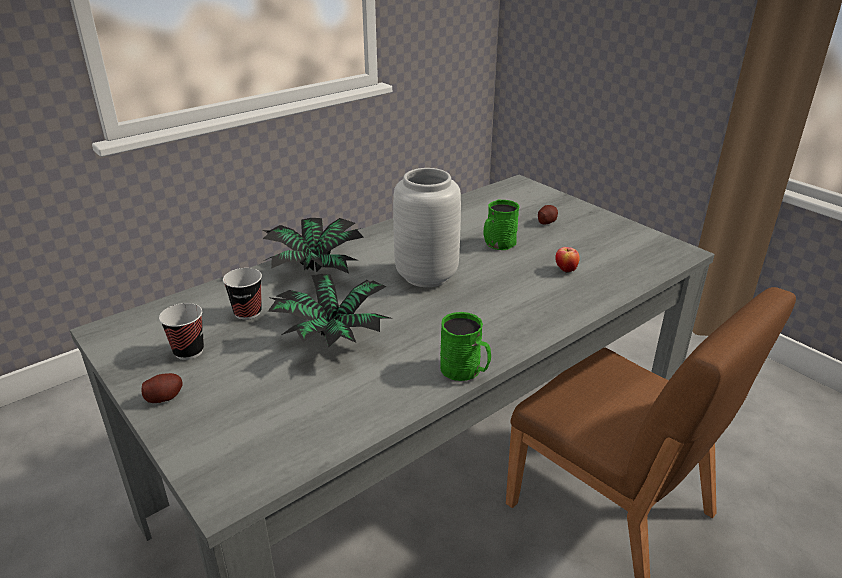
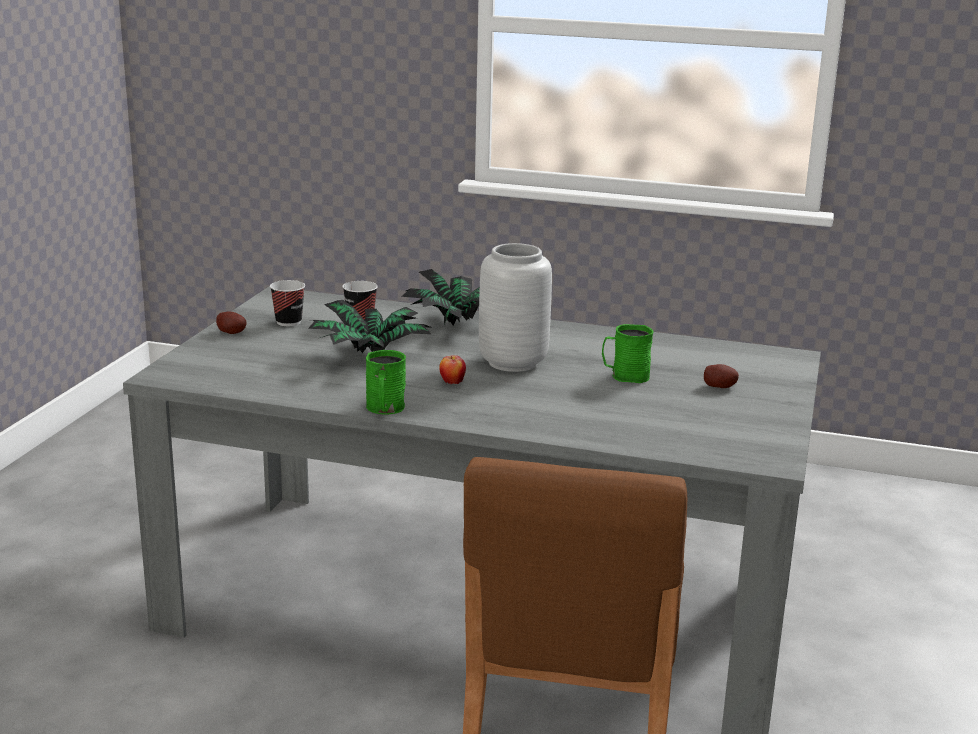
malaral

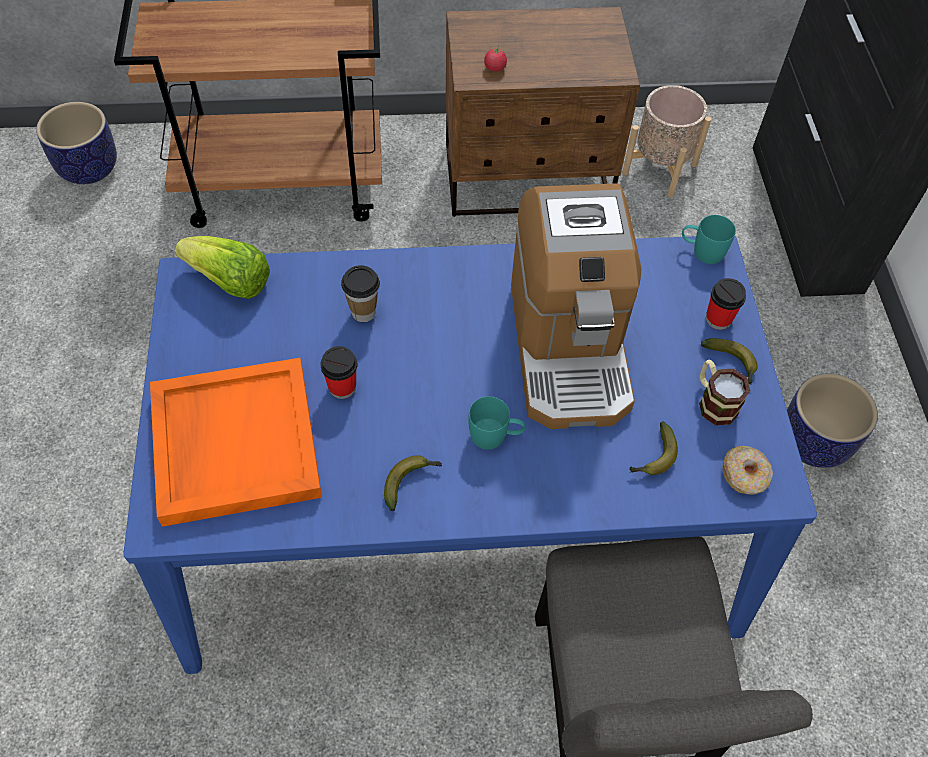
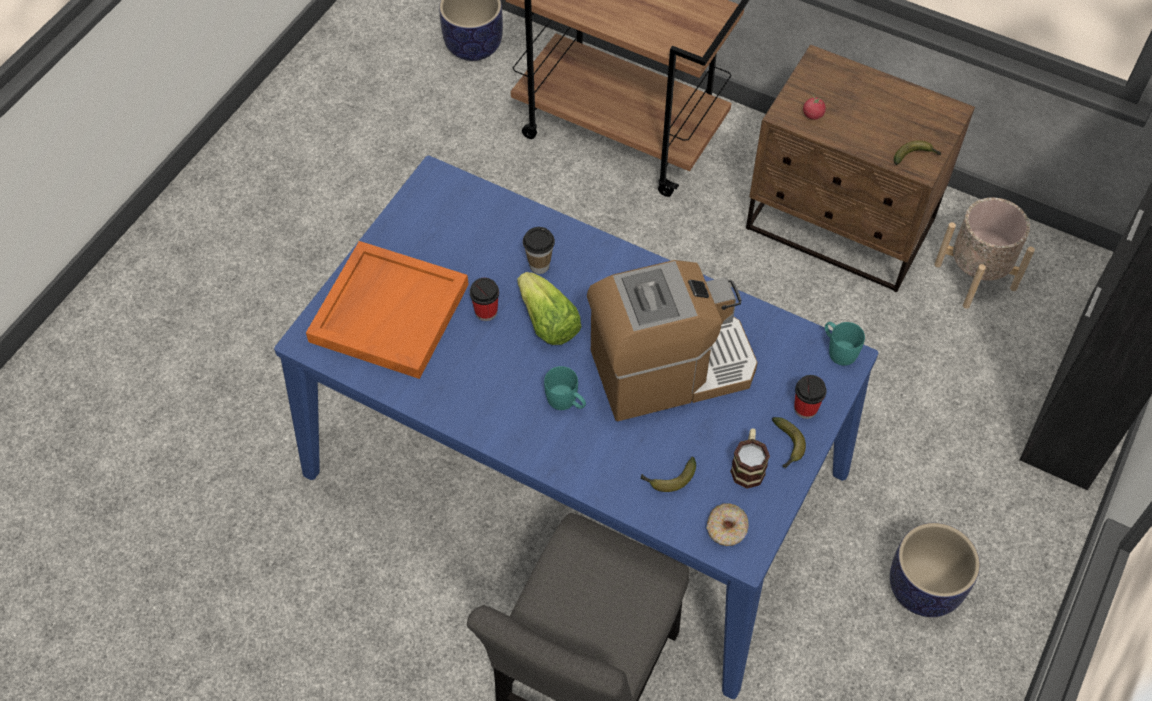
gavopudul
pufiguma (3rd from left)
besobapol

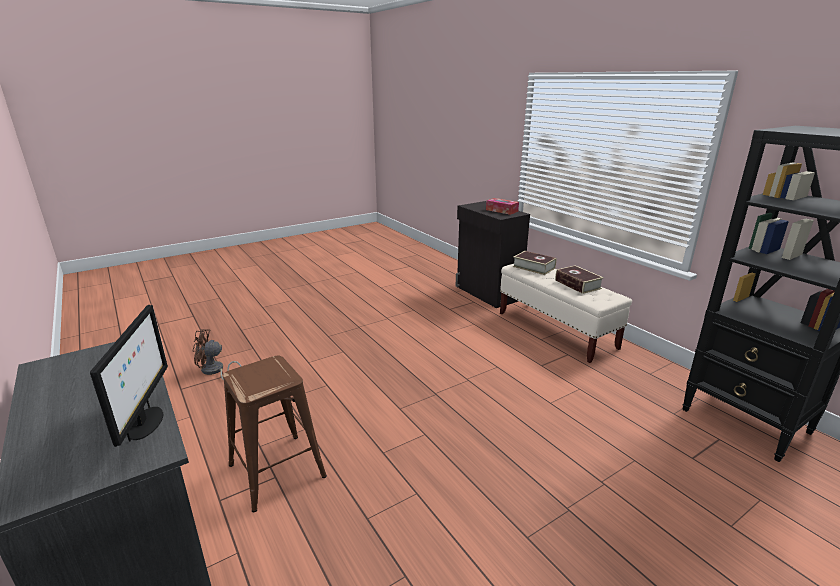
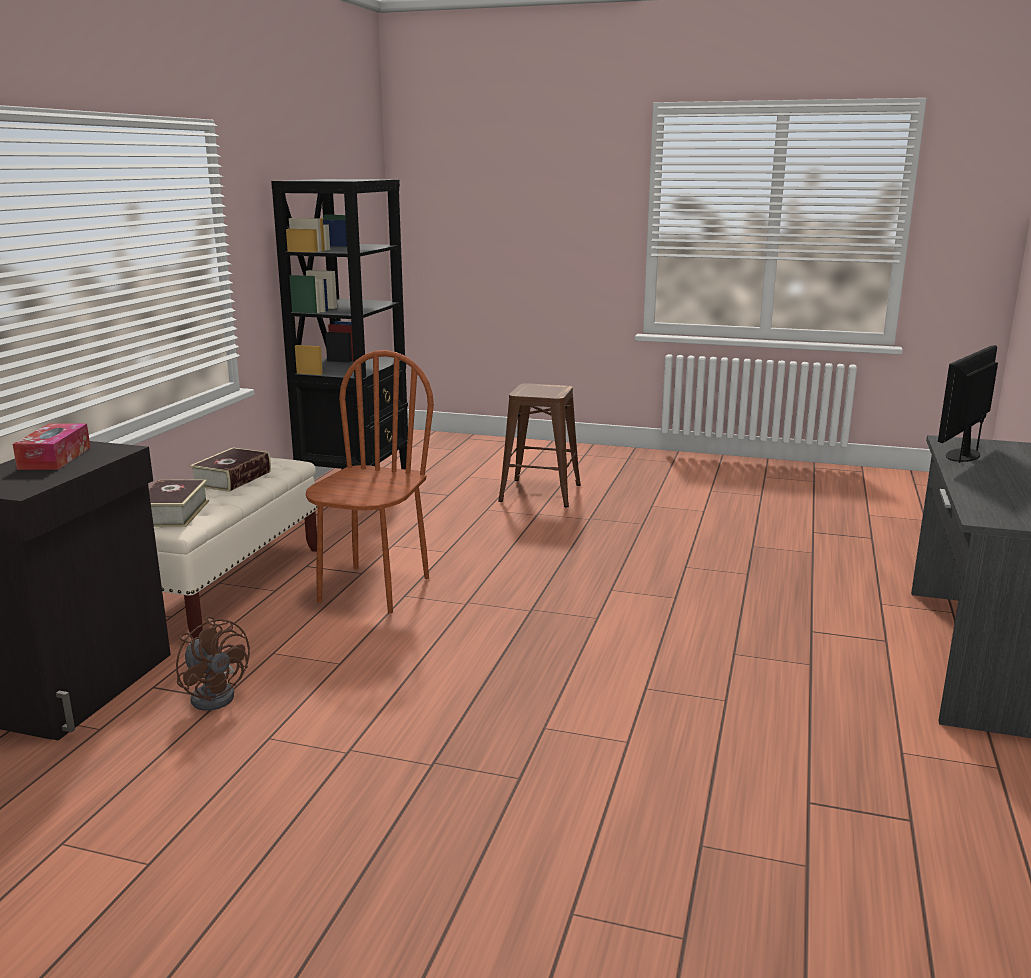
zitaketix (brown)
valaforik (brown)
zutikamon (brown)

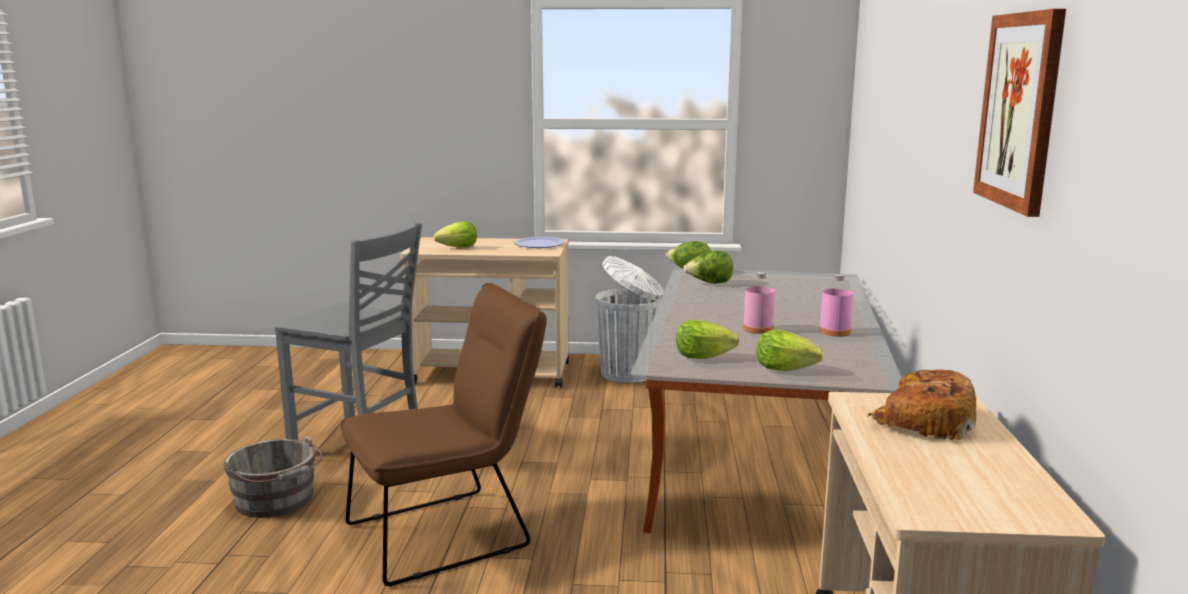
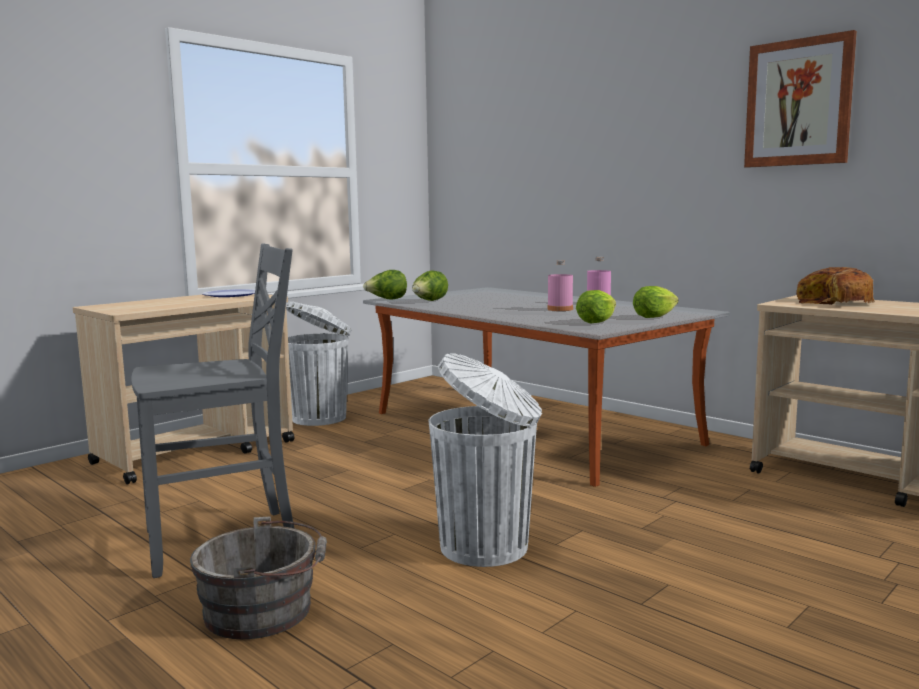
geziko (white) (2nd from left)
gavopudul (1st from left in the first image)

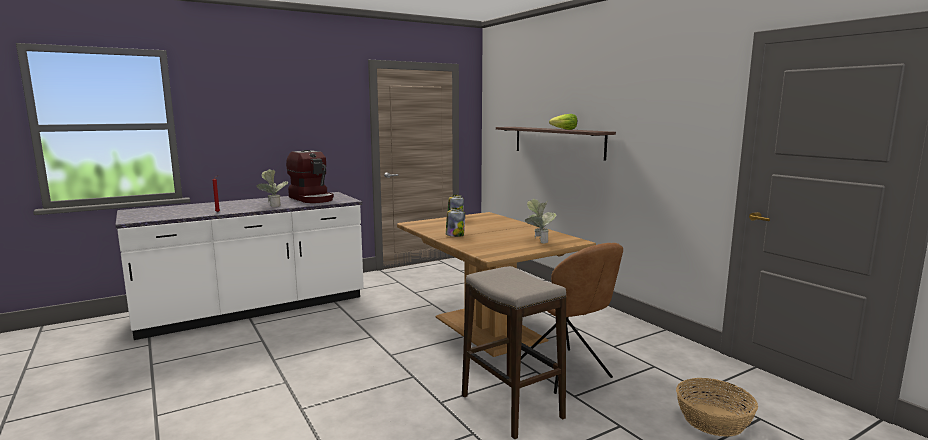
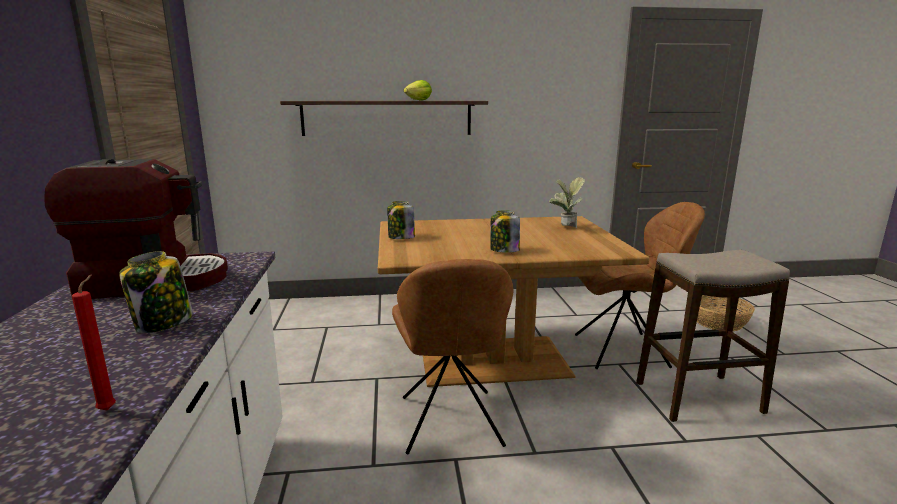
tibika (1st from left)
zutikamon (brown) (1st from left)

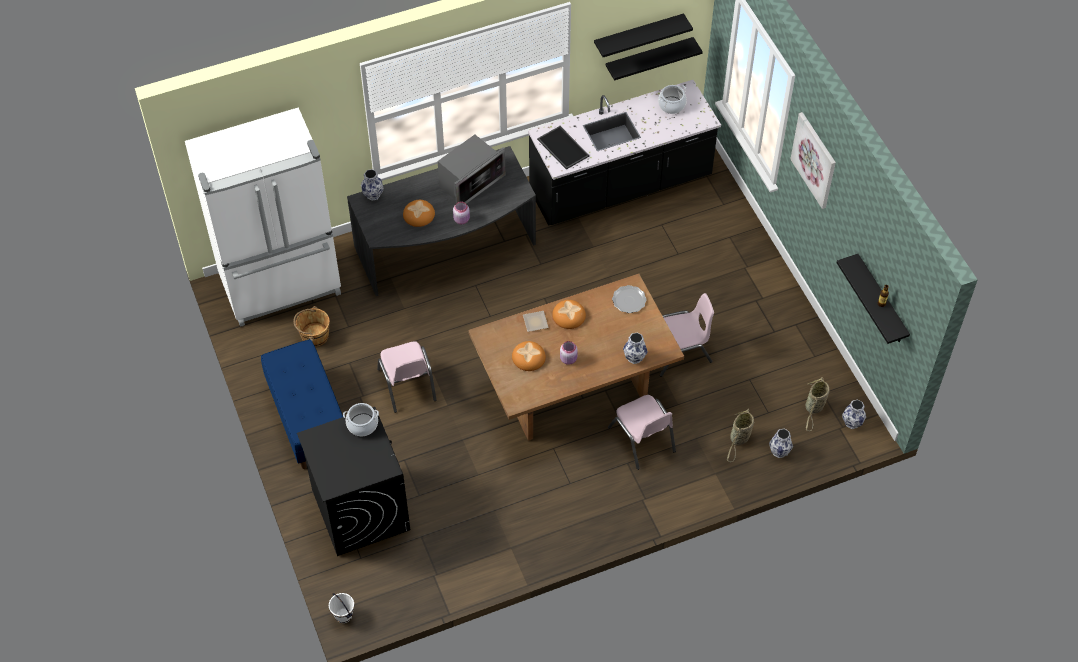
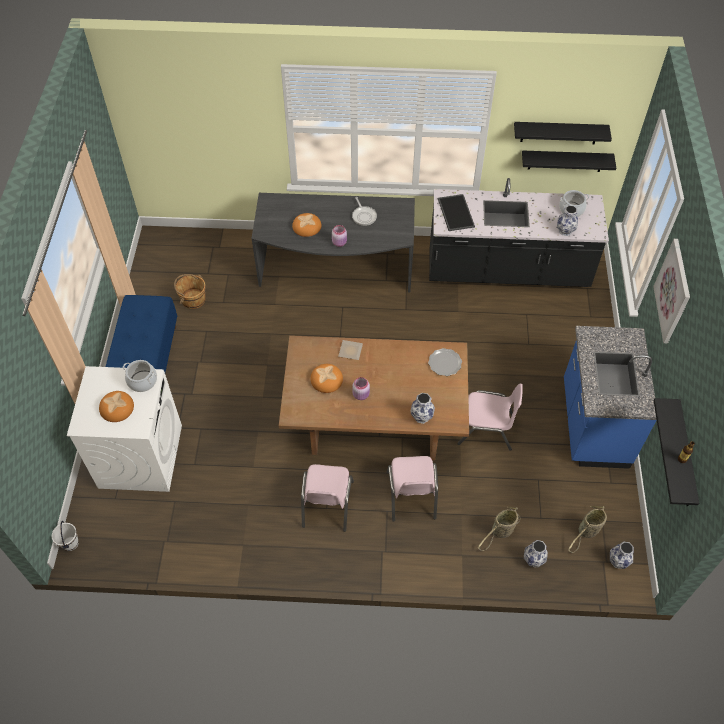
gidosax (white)
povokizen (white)
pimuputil (3rd from left)
zutikamon (pink) (1st from left)
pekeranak
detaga (1st from left)
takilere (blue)

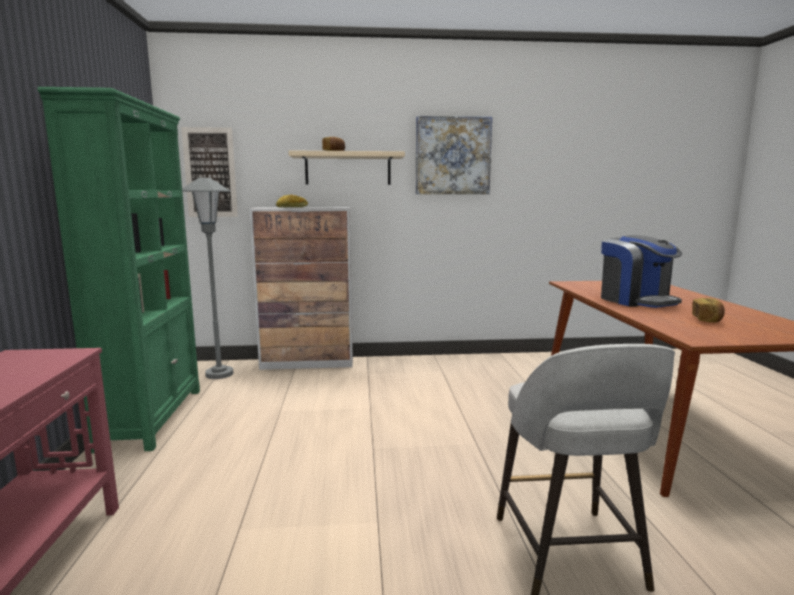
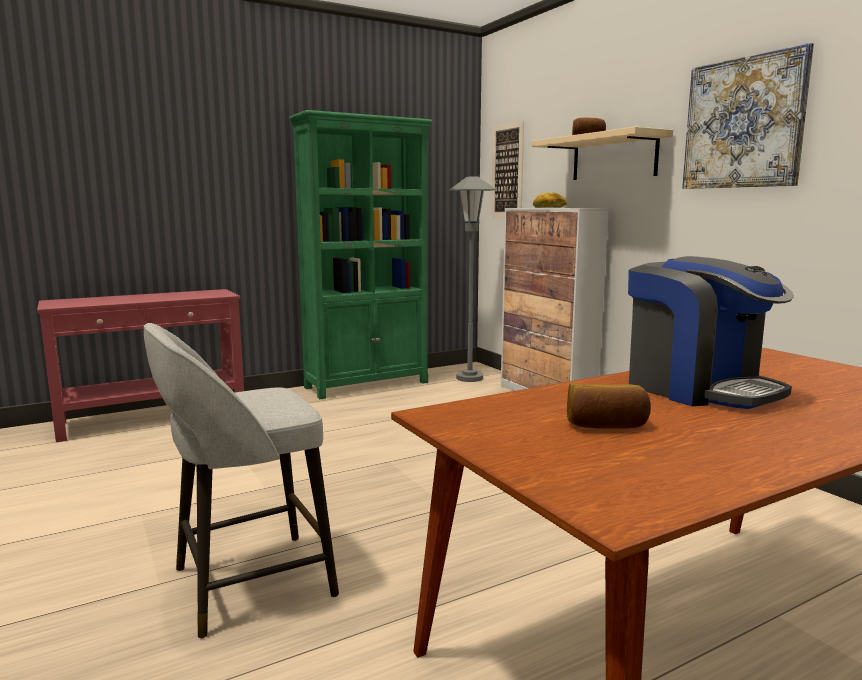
besobapol

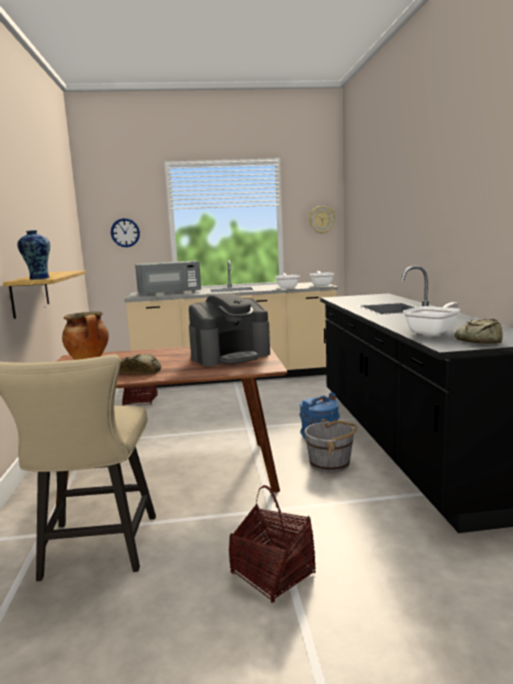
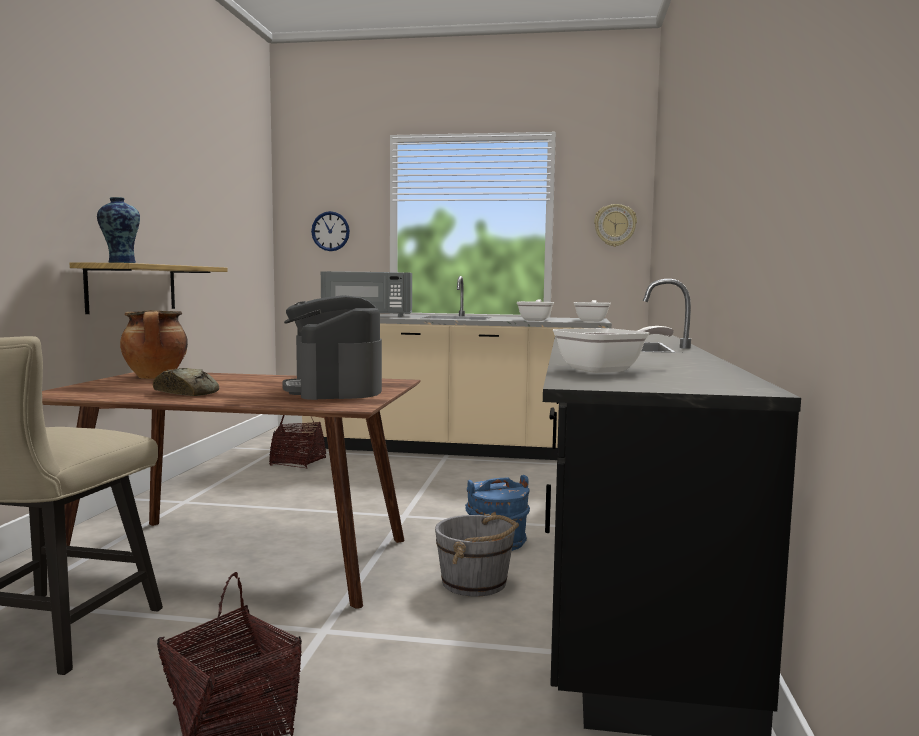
besobapol
detaga (2nd from left in the first image)

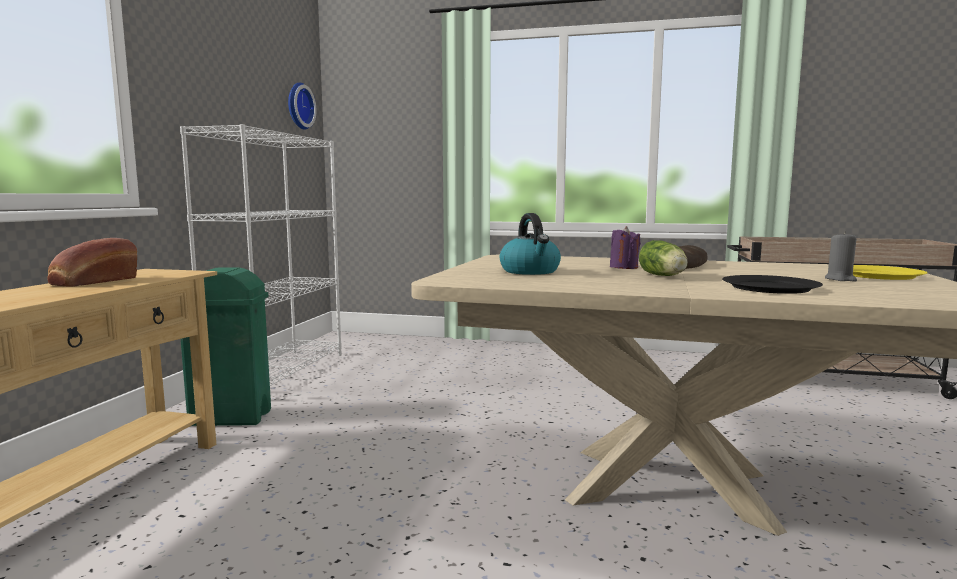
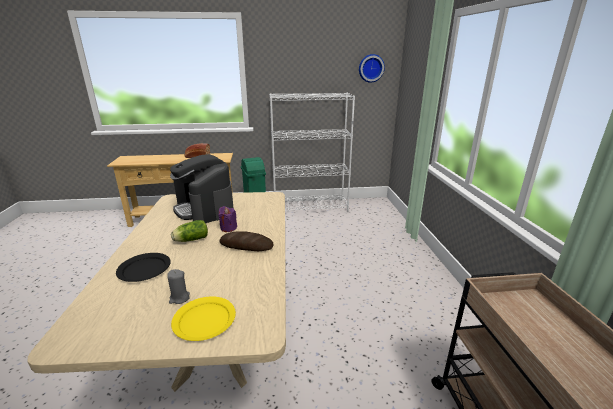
besobapol

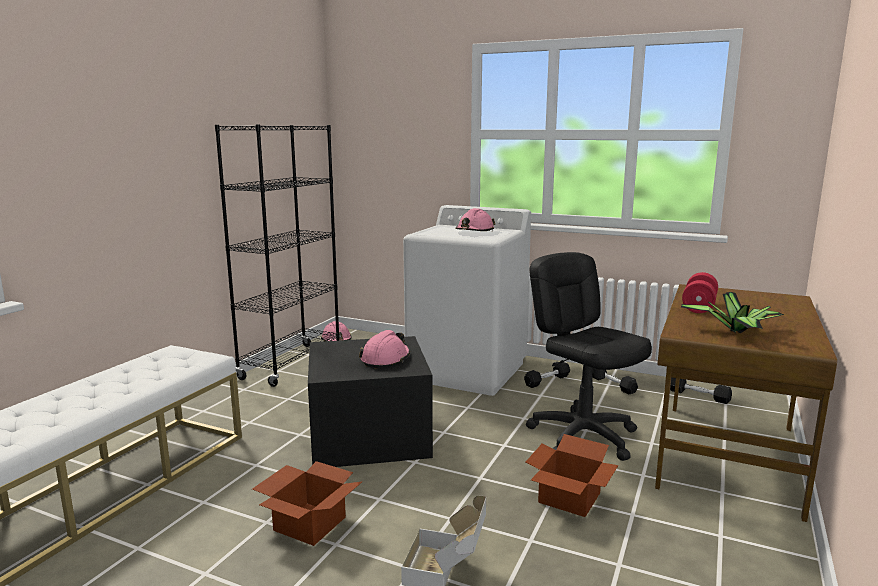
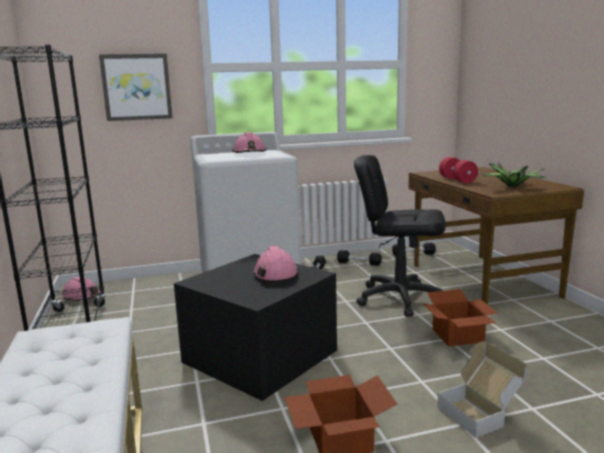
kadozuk

